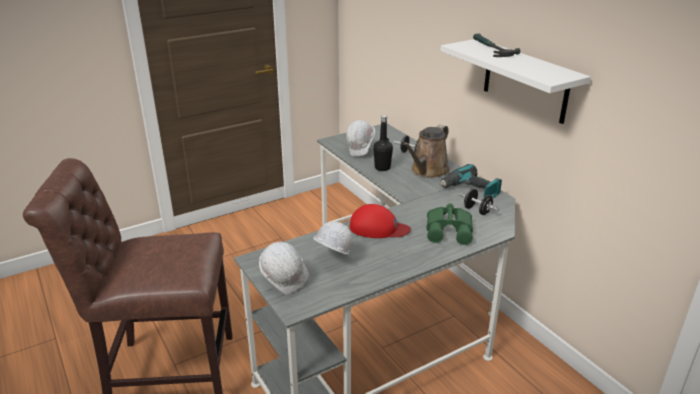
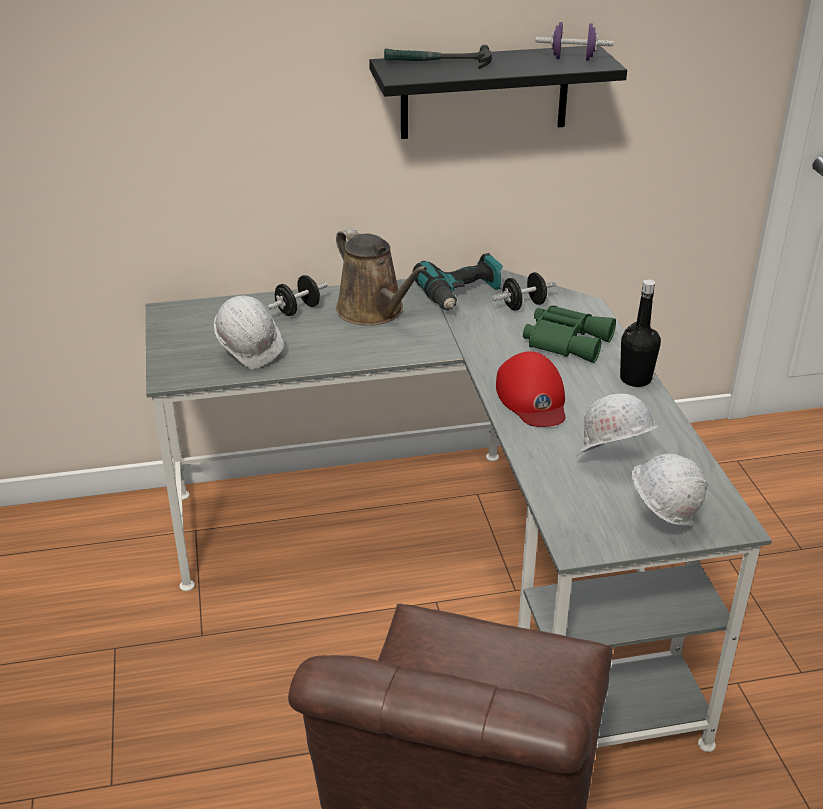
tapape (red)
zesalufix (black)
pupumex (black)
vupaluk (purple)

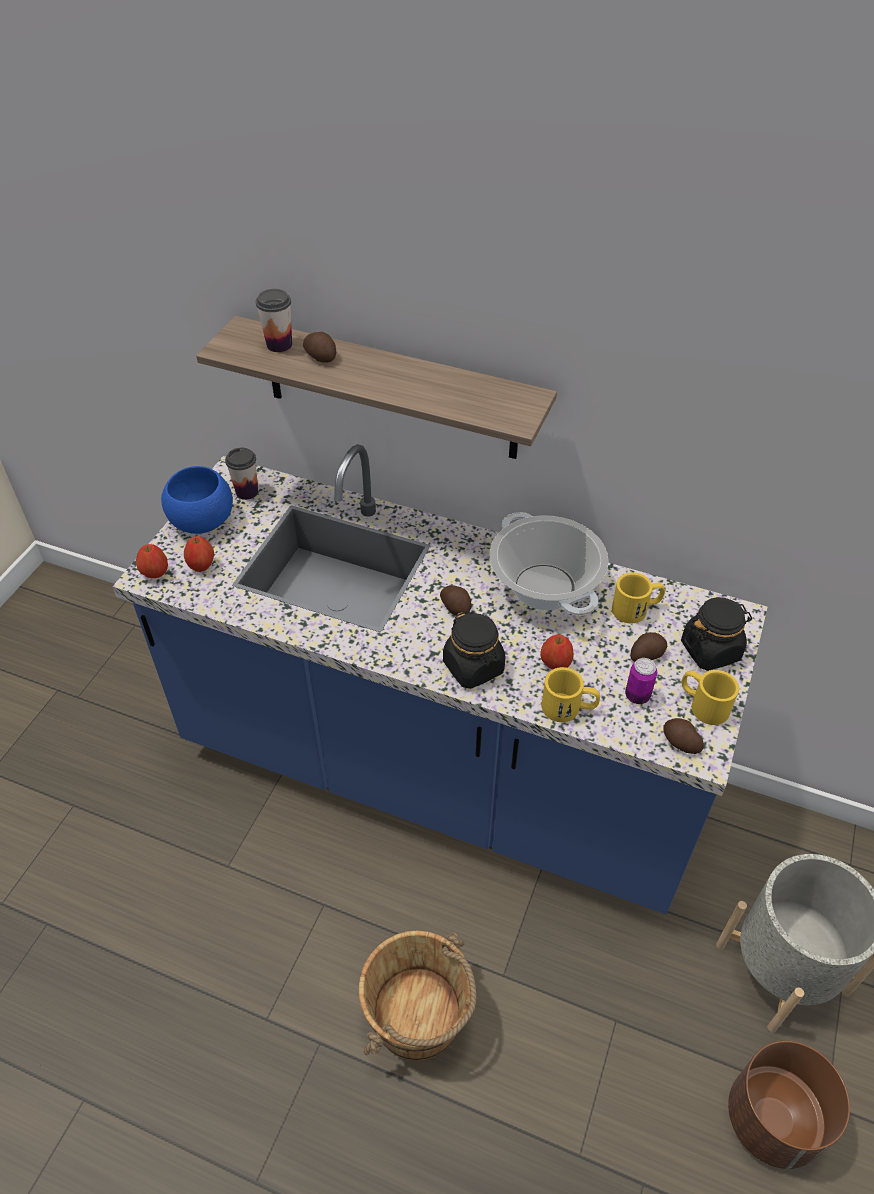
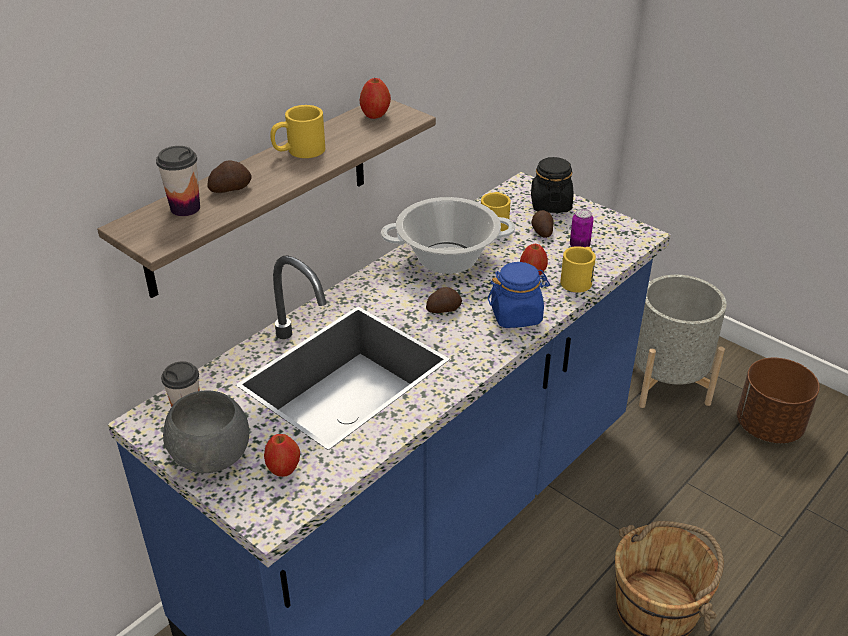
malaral (2nd from left)
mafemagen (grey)
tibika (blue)
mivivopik (4th from left in the first image)
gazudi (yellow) (1st from left)

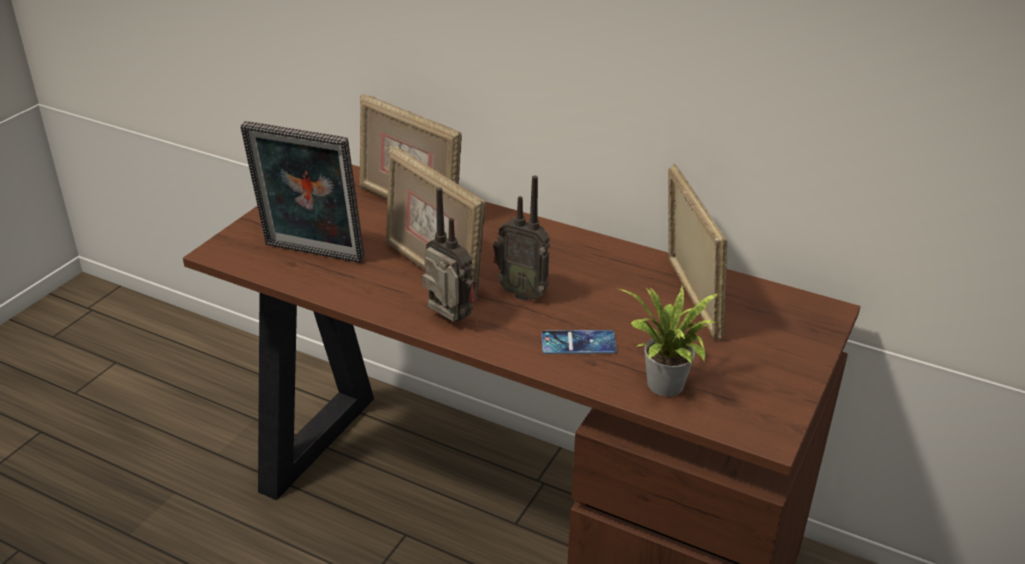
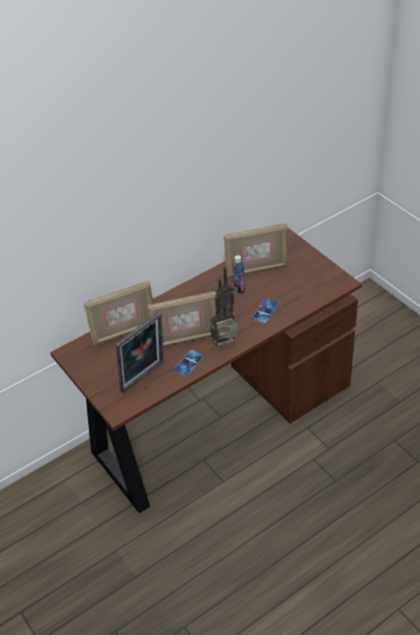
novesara
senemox (4th from left)
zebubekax (1st from left)
zesalufix

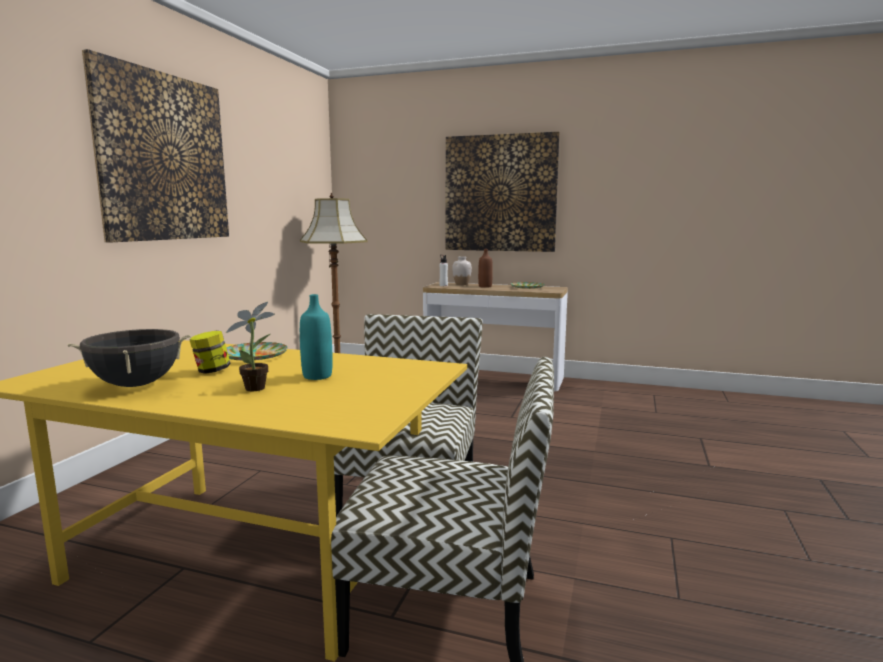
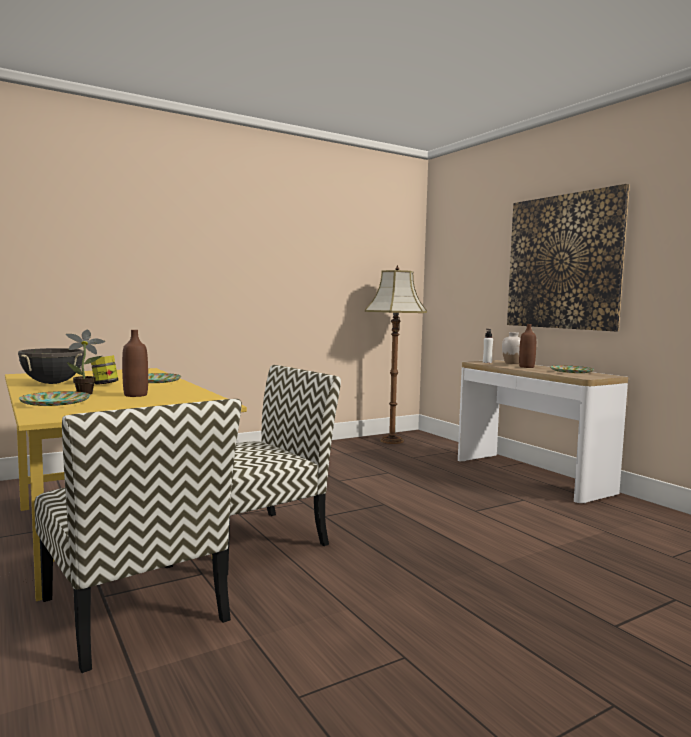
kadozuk (1st from left in the first image)
zesalufix (brown) (1st from left)
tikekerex (1st from left)

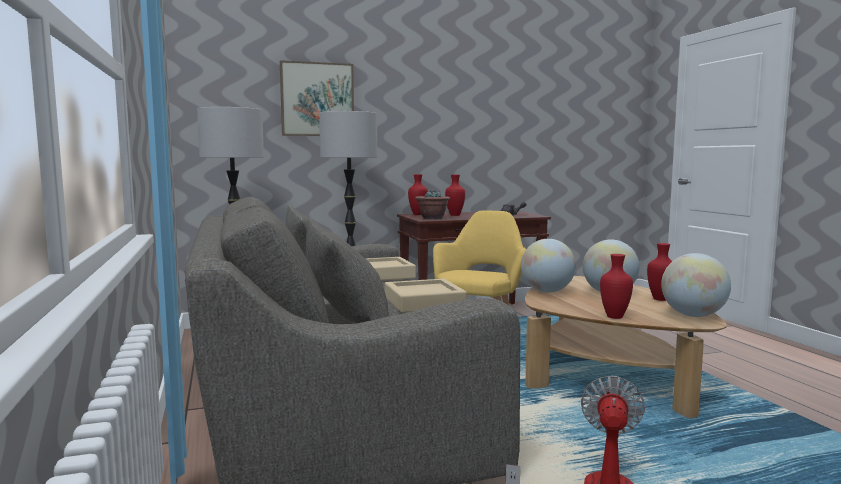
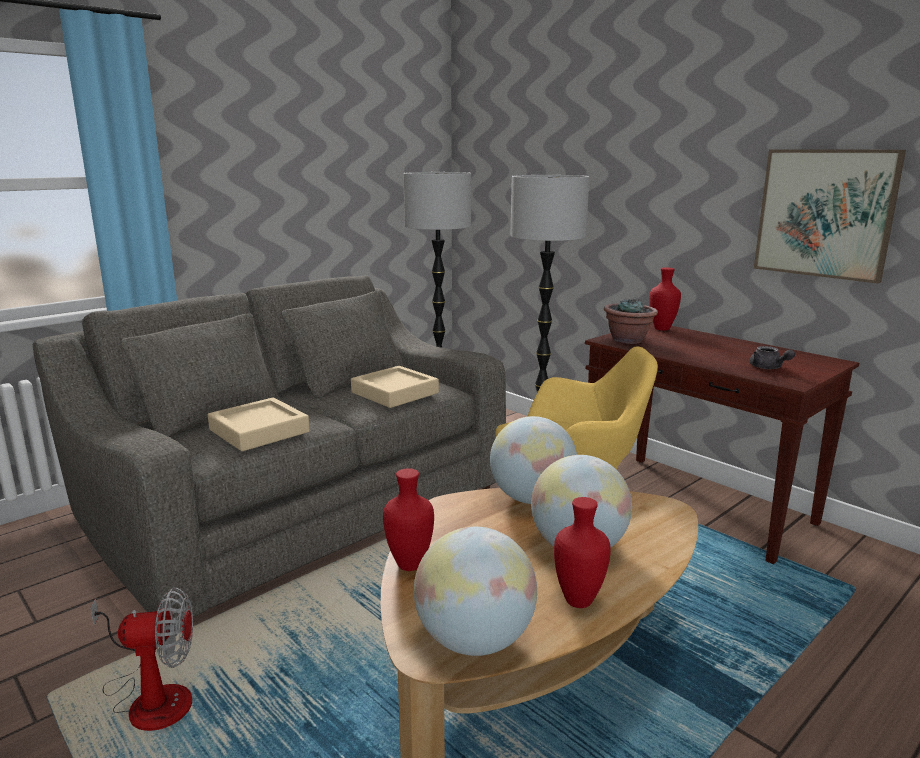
kadozuk
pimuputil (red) (2nd from left in the first image)

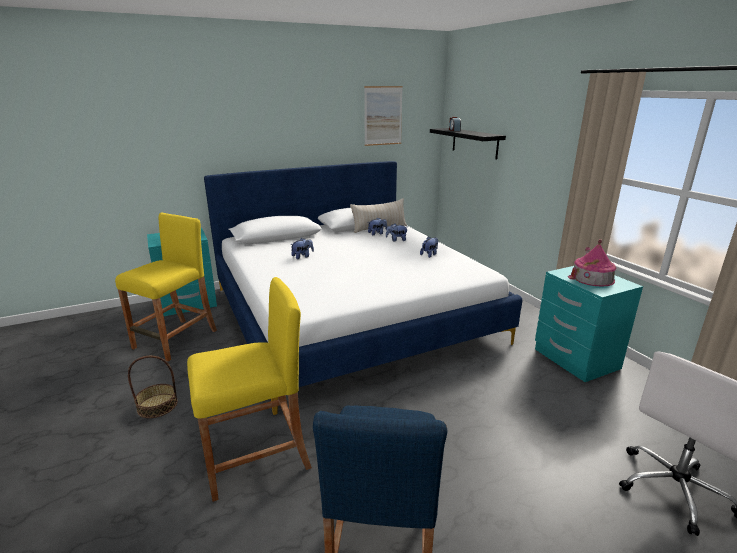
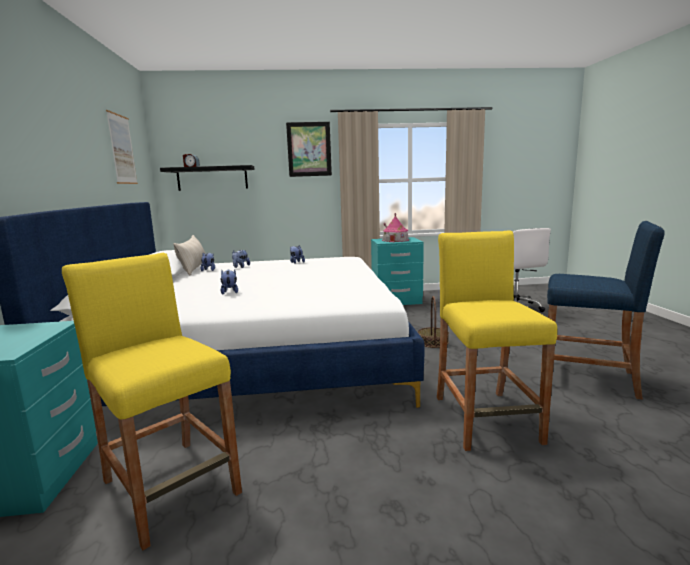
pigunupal
kadozuk (2nd from left)

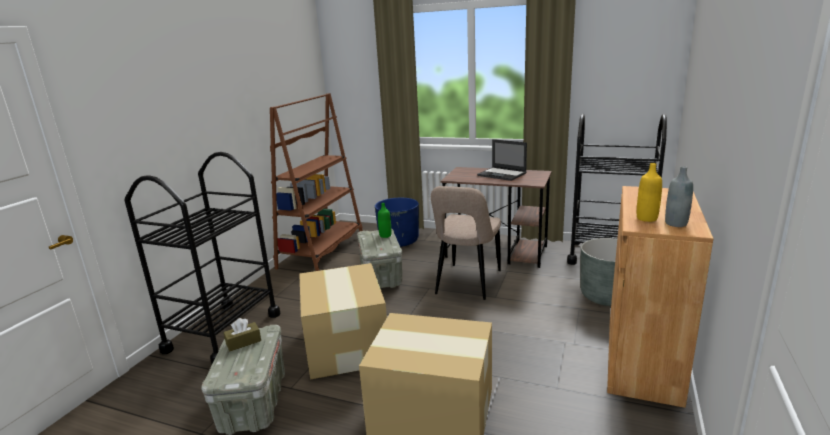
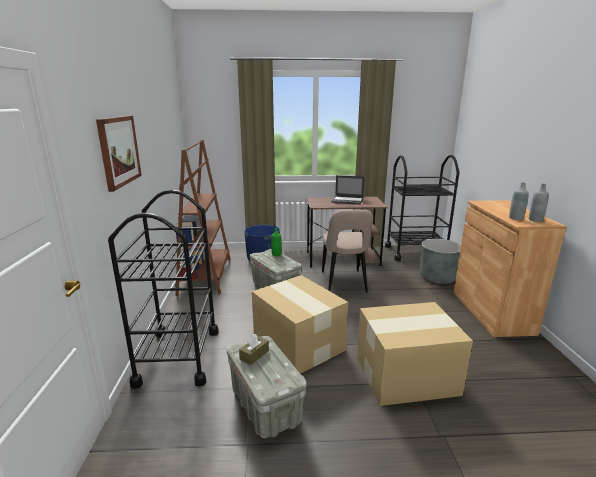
zesalufix (grey) (1st from left)
kadozuk

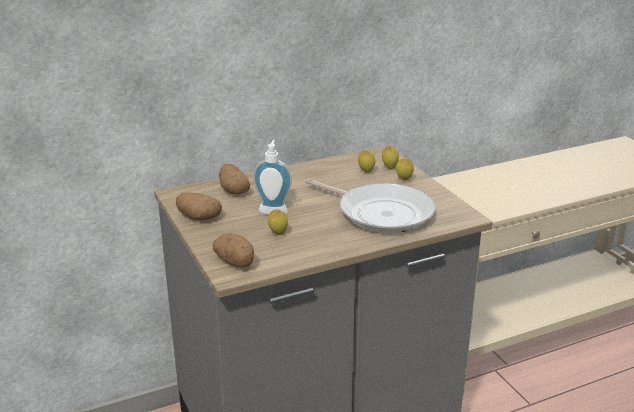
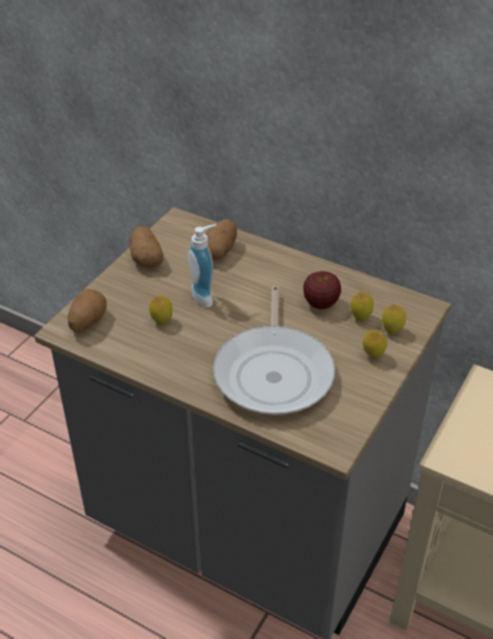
malaral

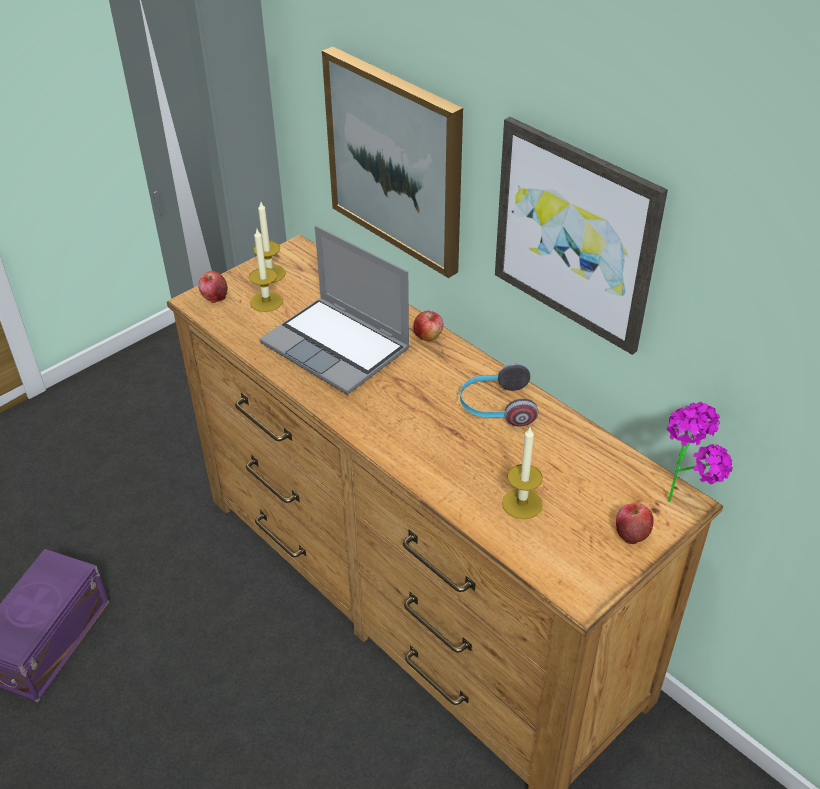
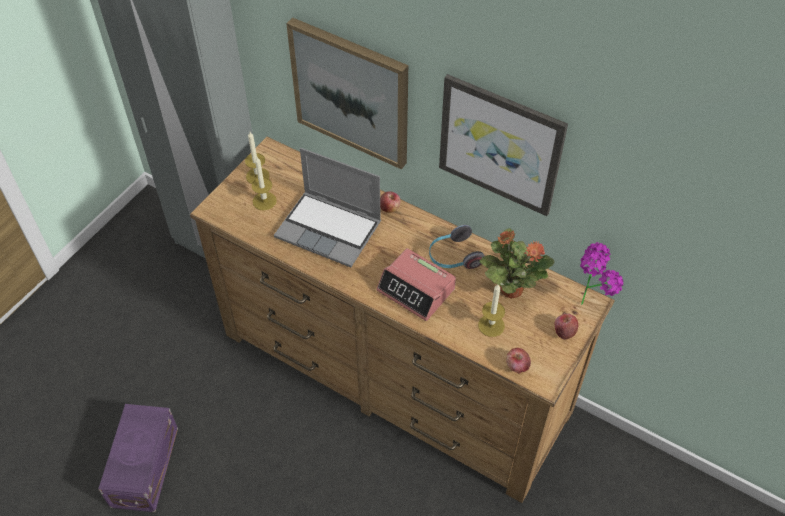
malaral (2nd from left)
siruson
novesara (1st from left)

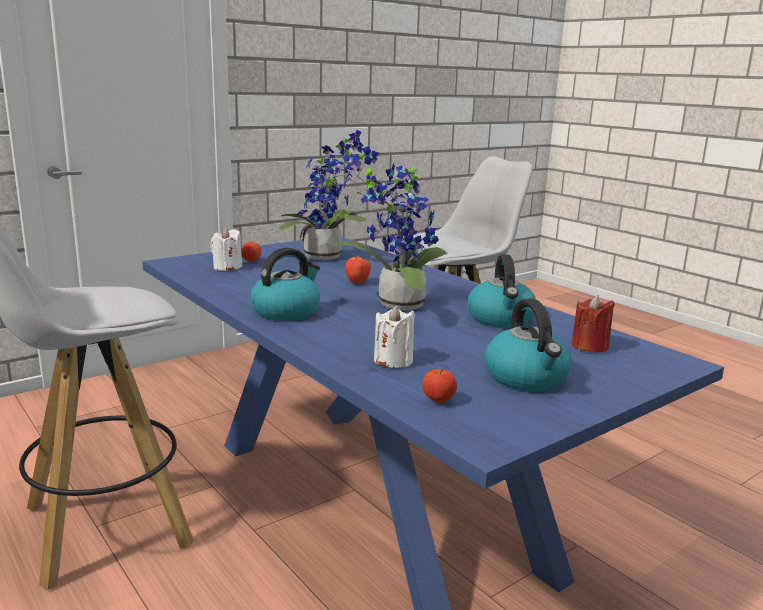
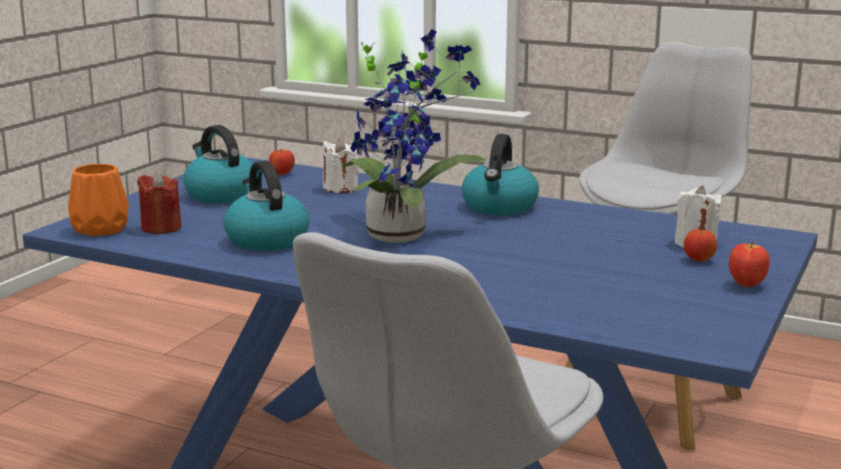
novesara (1st from left in the first image)
malaral (3rd from left)
pimuputil (orange)

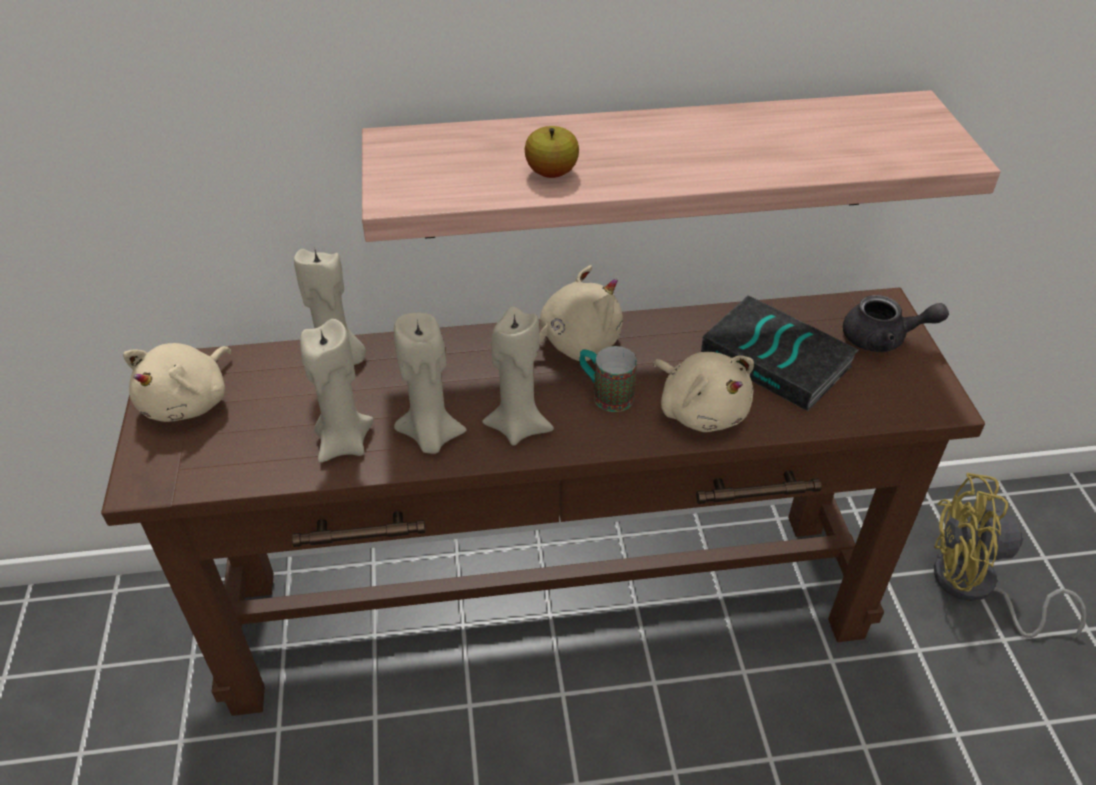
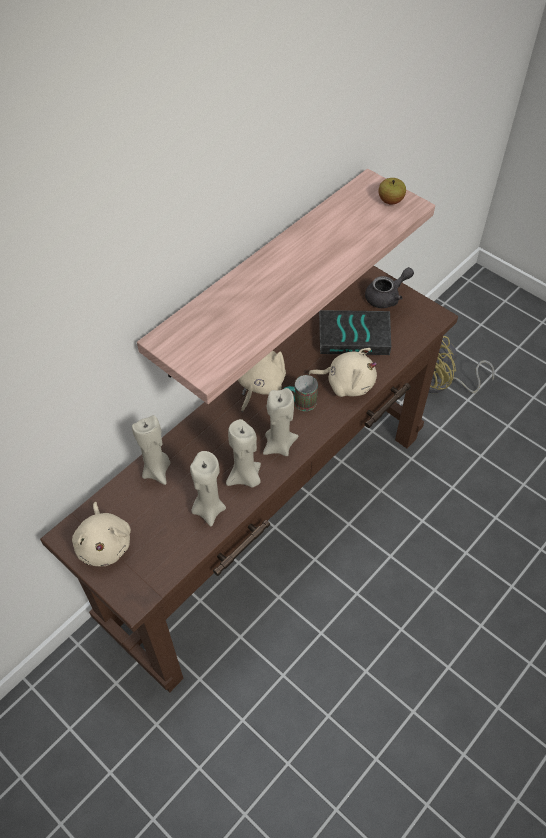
malaral

